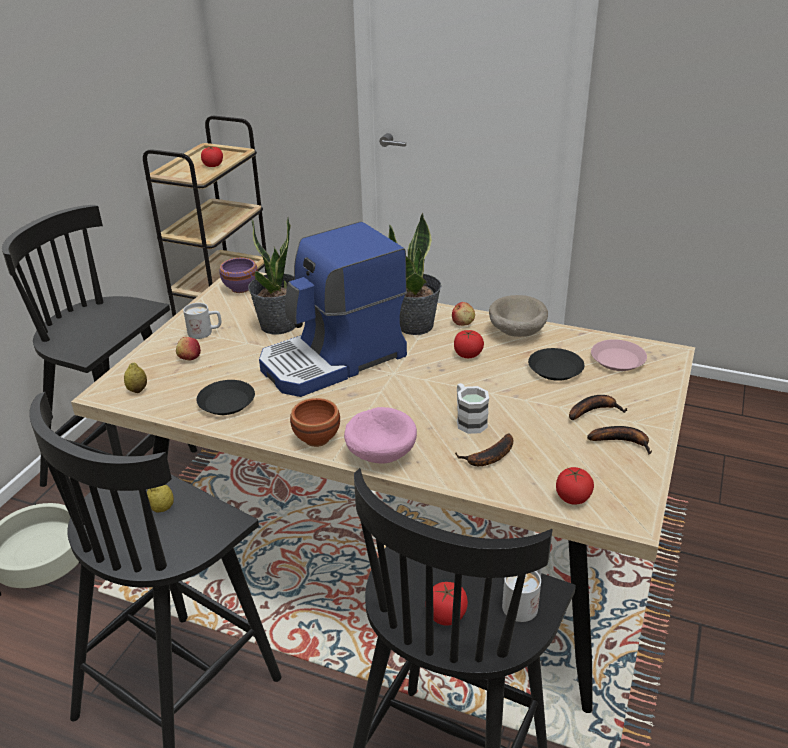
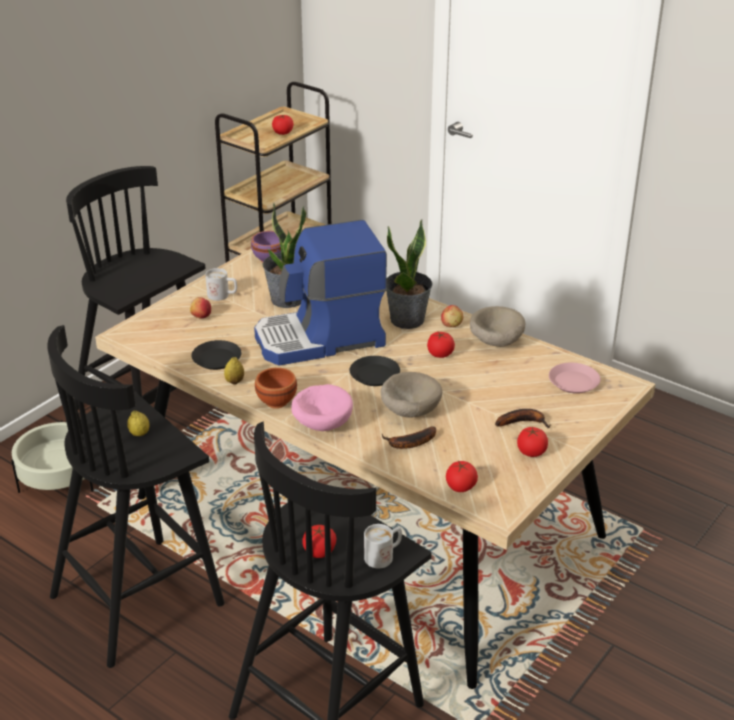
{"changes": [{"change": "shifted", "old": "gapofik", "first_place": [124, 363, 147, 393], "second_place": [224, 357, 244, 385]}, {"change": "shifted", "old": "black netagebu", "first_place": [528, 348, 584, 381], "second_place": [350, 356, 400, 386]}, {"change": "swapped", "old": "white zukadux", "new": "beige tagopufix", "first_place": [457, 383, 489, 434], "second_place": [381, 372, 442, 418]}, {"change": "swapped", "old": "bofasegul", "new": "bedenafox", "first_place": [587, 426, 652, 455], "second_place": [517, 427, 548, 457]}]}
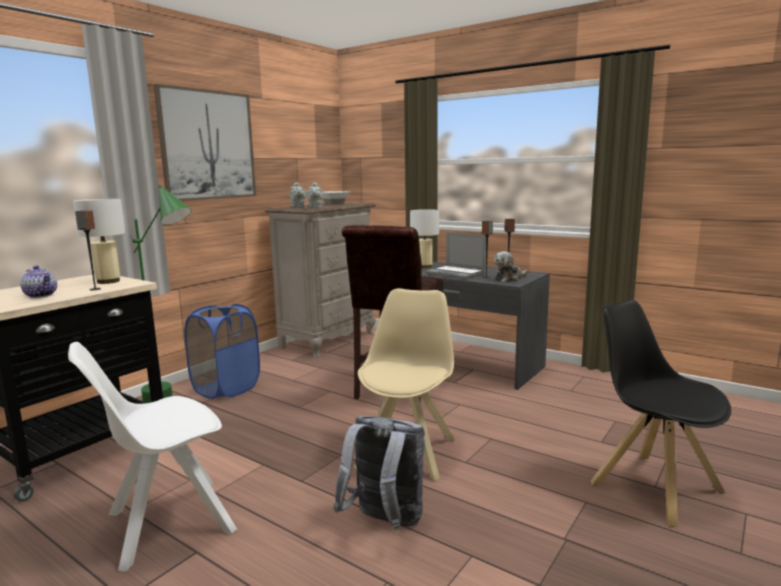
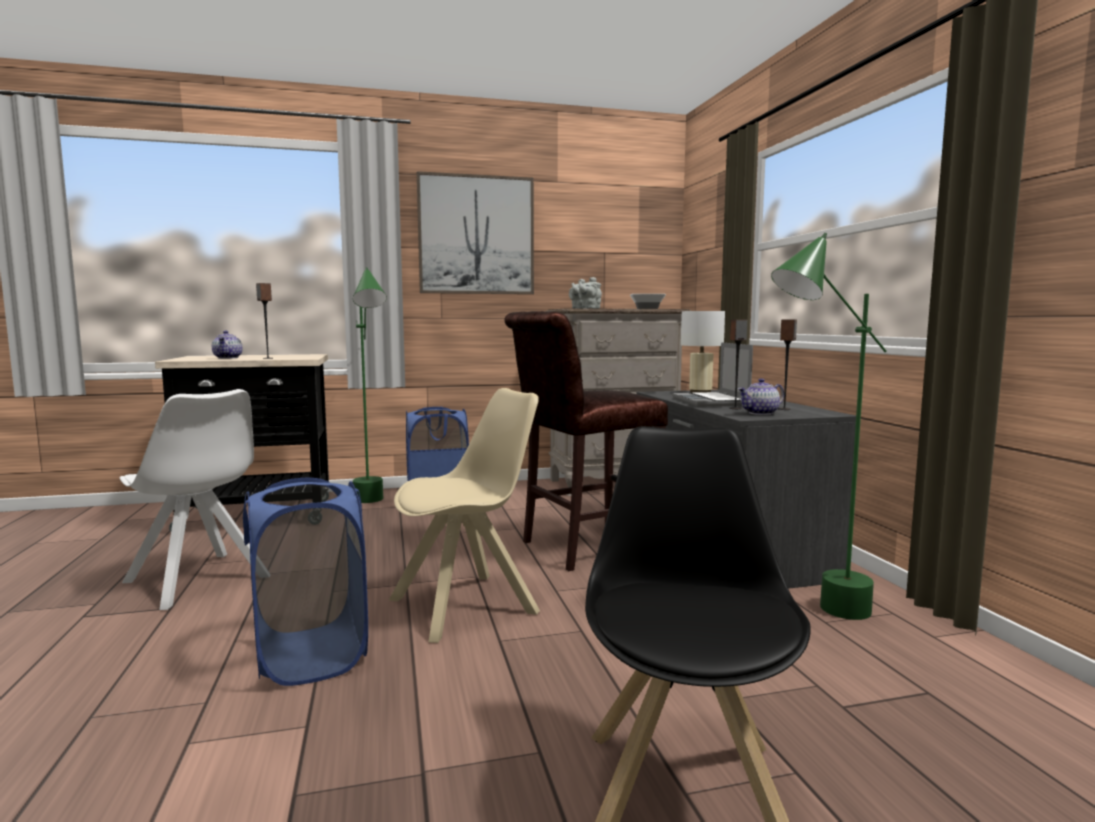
{"changes": [{"change": "gone", "old": "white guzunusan", "first_place": [73, 198, 125, 284]}, {"change": "new", "new": "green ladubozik", "second_place": [771, 233, 887, 620]}, {"change": "swapped", "old": "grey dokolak", "new": "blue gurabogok", "first_place": [333, 416, 425, 530], "second_place": [243, 478, 368, 686]}, {"change": "swapped", "old": "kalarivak", "new": "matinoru", "first_place": [494, 251, 528, 282], "second_place": [738, 379, 784, 415]}, {"change": "rotated", "old": "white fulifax", "first_place": [68, 342, 237, 572], "second_place": [119, 389, 254, 610], "degrees": -150}]}
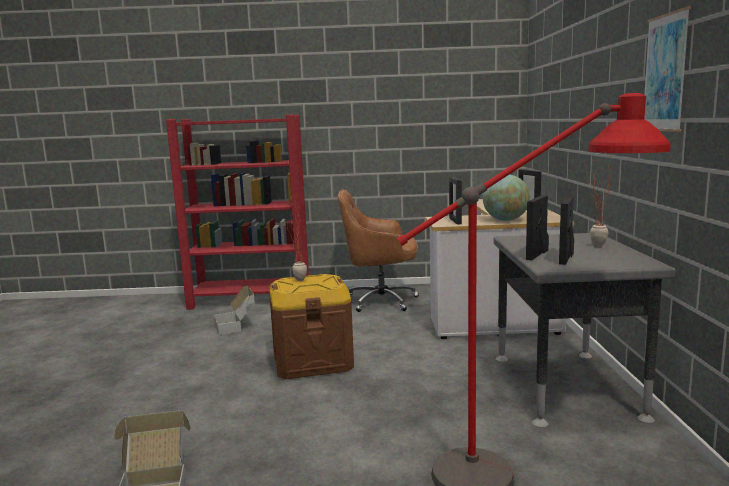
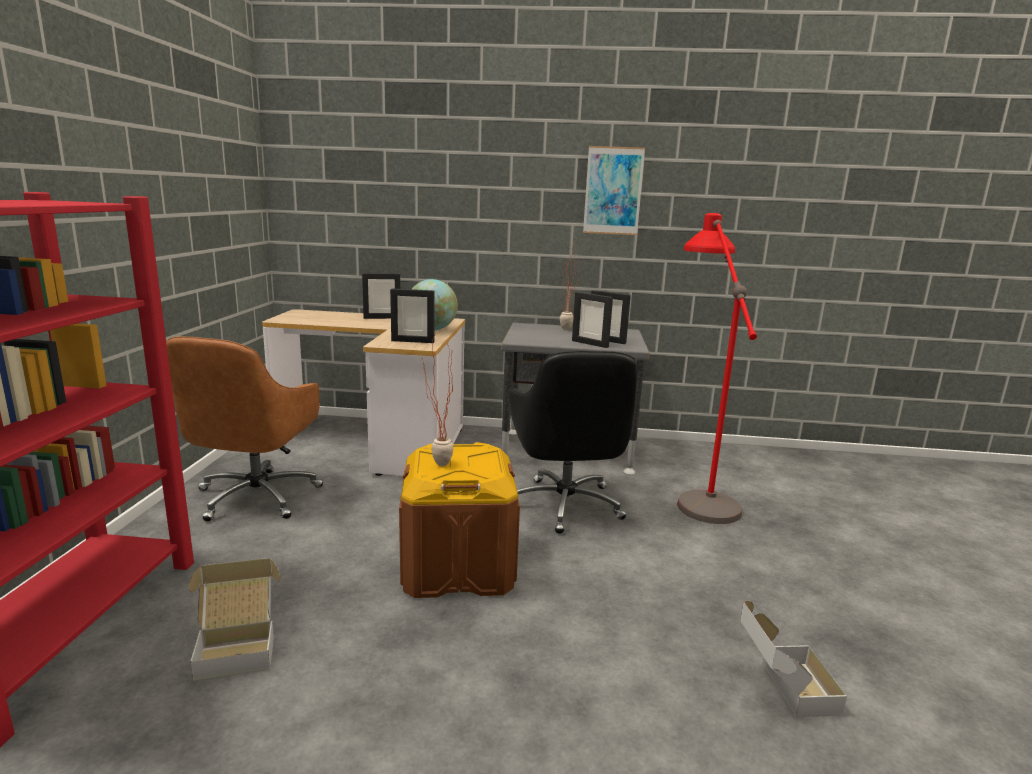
{"changes": [{"change": "new", "new": "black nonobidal", "second_place": [508, 351, 637, 534]}]}
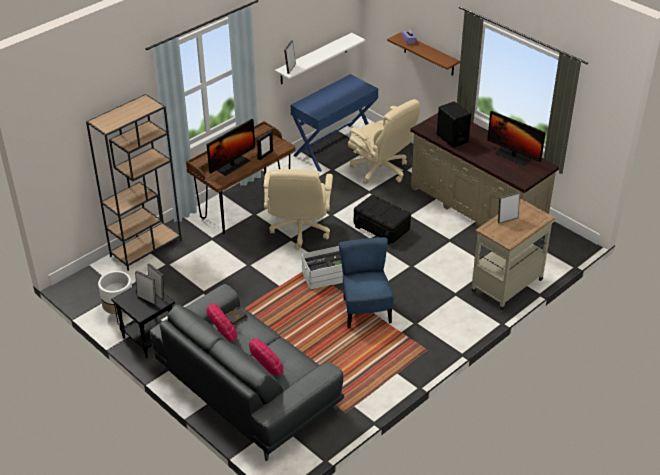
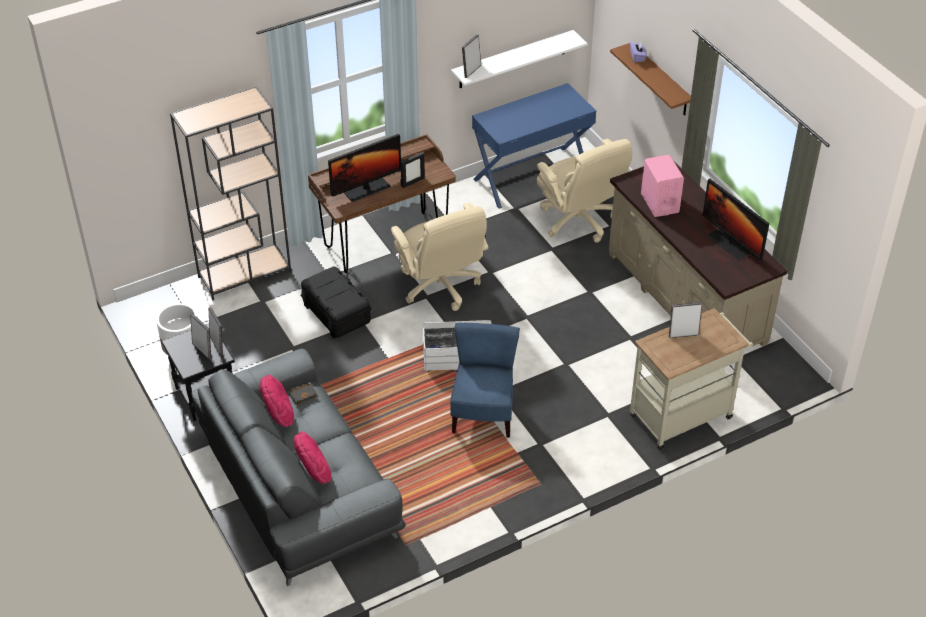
{"changes": [{"change": "shifted", "old": "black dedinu", "first_place": [354, 195, 411, 245], "second_place": [300, 267, 371, 339]}, {"change": "repainted", "old": "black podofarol", "new": "pink podofarol", "first_place": [437, 101, 471, 148], "second_place": [641, 155, 684, 217]}, {"change": "rotated", "old": "beige nonobidal", "first_place": [264, 169, 333, 250], "second_place": [391, 203, 488, 311], "degrees": -45}]}
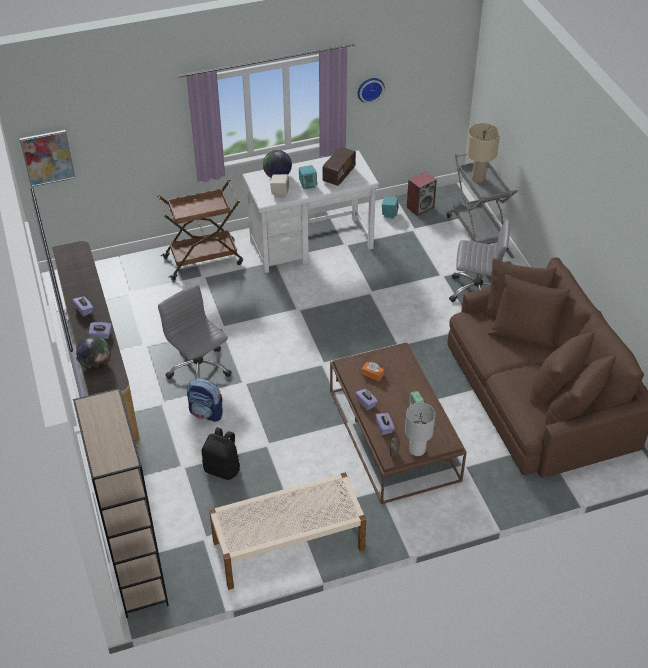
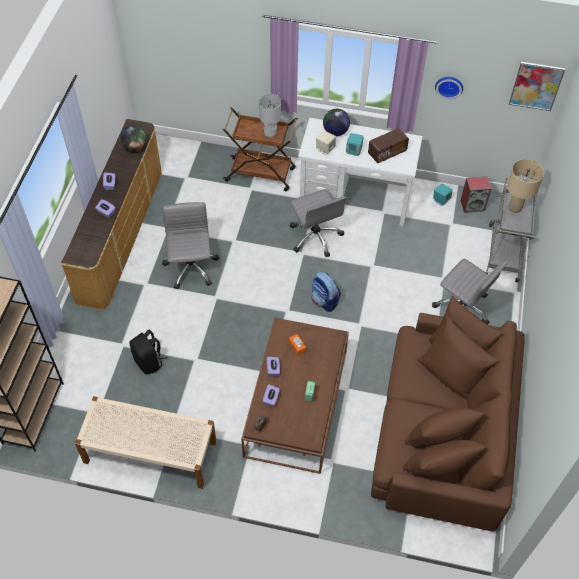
{"changes": [{"change": "new", "new": "grey nonobidal", "second_place": [290, 189, 346, 257]}, {"change": "shifted", "old": "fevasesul", "first_place": [20, 130, 75, 187], "second_place": [509, 62, 565, 111]}, {"change": "shifted", "old": "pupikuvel", "first_place": [76, 336, 111, 370], "second_place": [120, 125, 148, 153]}, {"change": "shifted", "old": "dokolak", "first_place": [187, 378, 223, 422], "second_place": [311, 271, 341, 312]}, {"change": "shifted", "old": "grey guzunusan", "first_place": [405, 402, 435, 456], "second_place": [259, 94, 281, 137]}]}
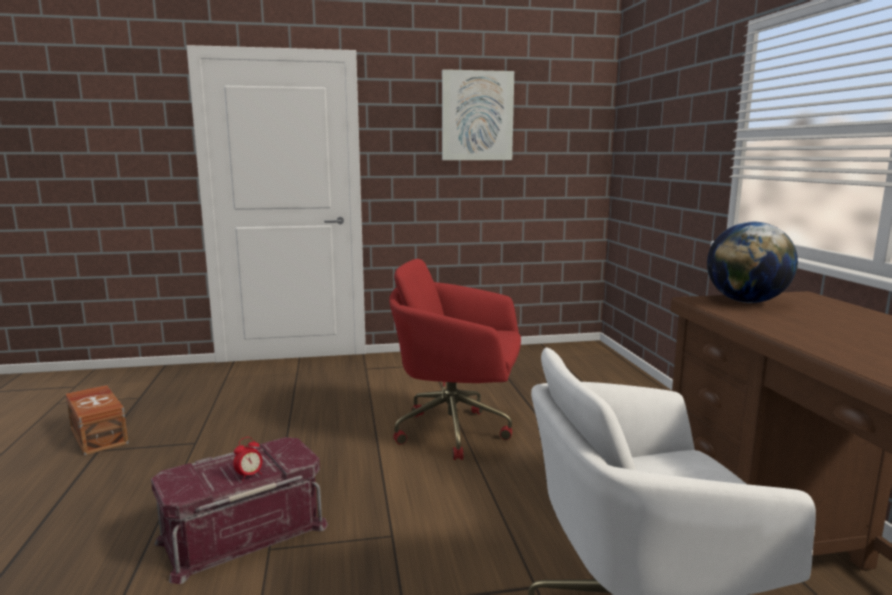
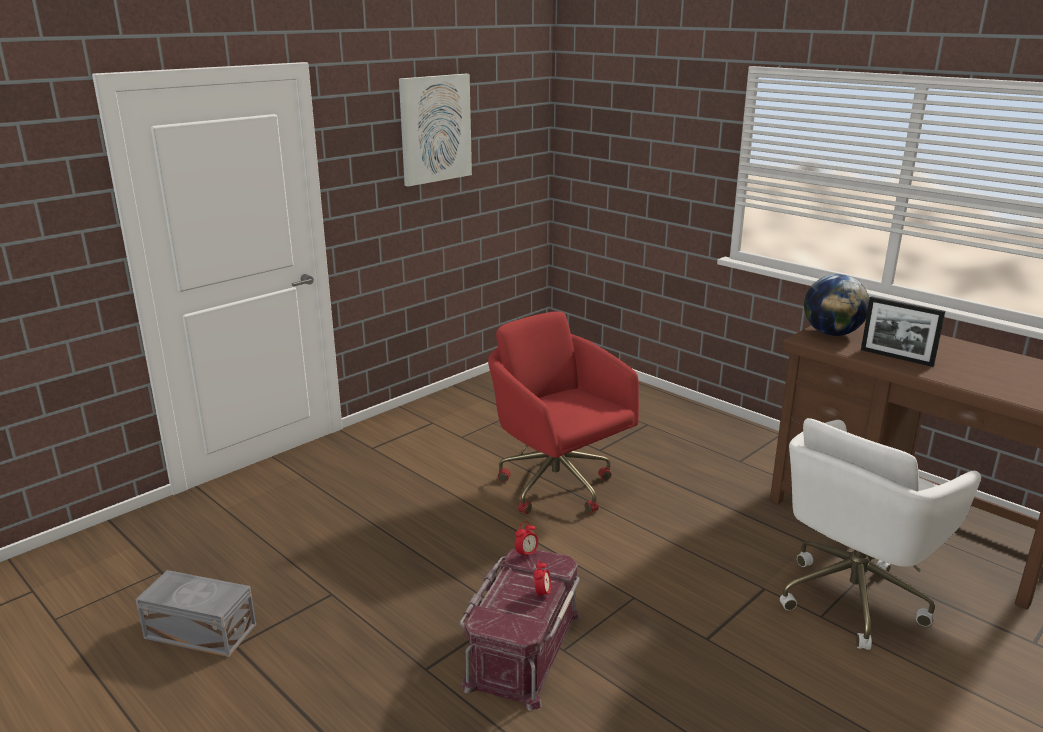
{"changes": [{"change": "new", "new": "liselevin", "second_place": [515, 521, 538, 560]}, {"change": "new", "new": "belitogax", "second_place": [861, 296, 945, 367]}, {"change": "repainted", "old": "brown dedinu", "new": "grey dedinu", "first_place": [65, 385, 129, 455], "second_place": [135, 570, 256, 657]}, {"change": "rotated", "old": "red nonobidal", "first_place": [389, 259, 521, 460], "second_place": [488, 311, 639, 514], "degrees": 75}]}
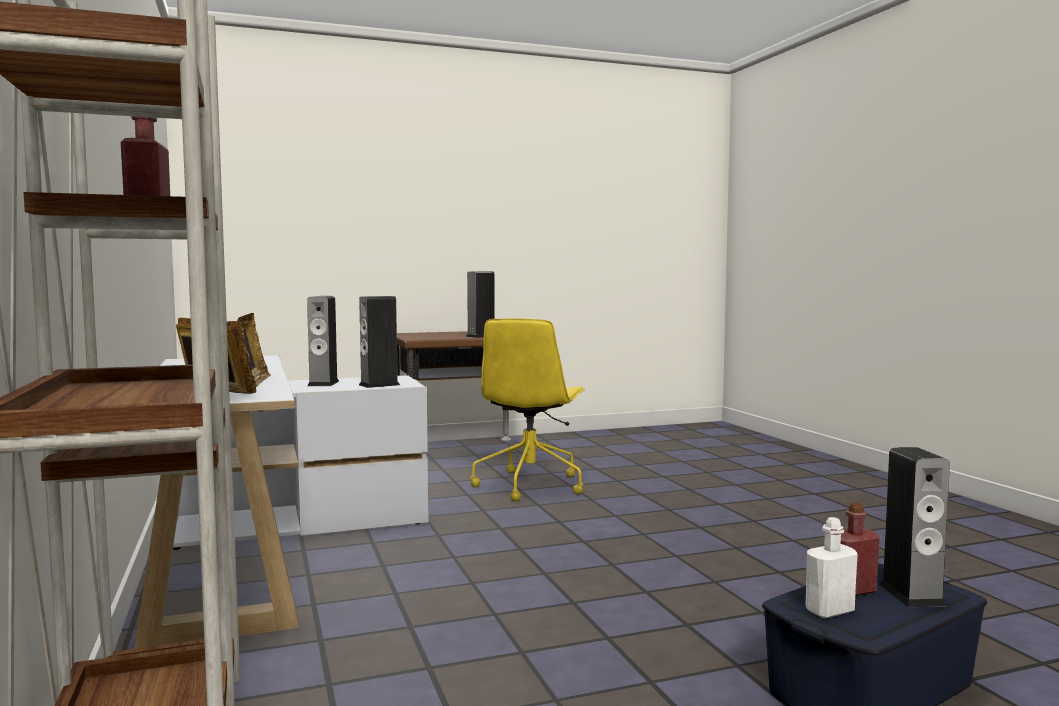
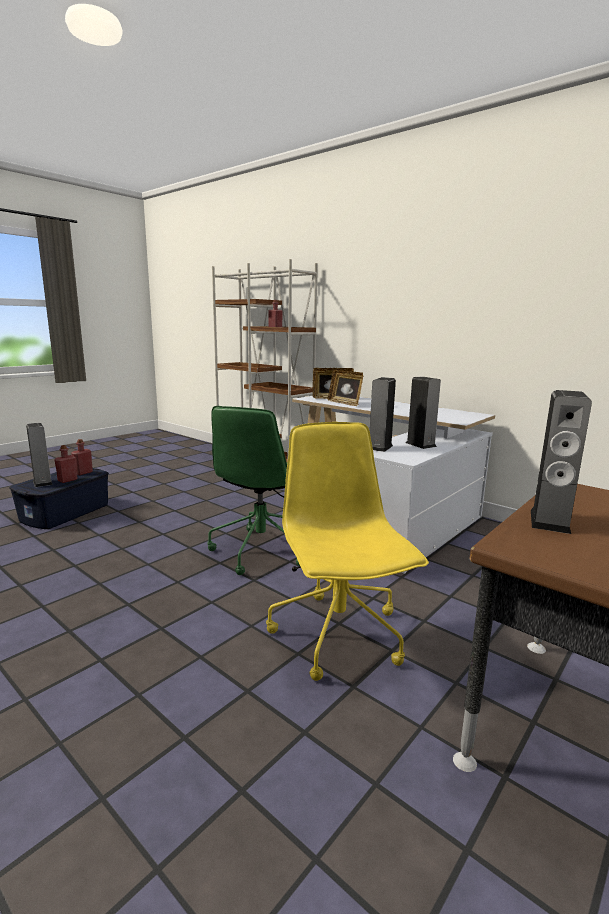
{"changes": [{"change": "new", "new": "green nonobidal", "second_place": [207, 406, 300, 575]}, {"change": "repainted", "old": "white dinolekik", "new": "red dinolekik", "first_place": [805, 517, 858, 619], "second_place": [71, 439, 93, 475]}]}
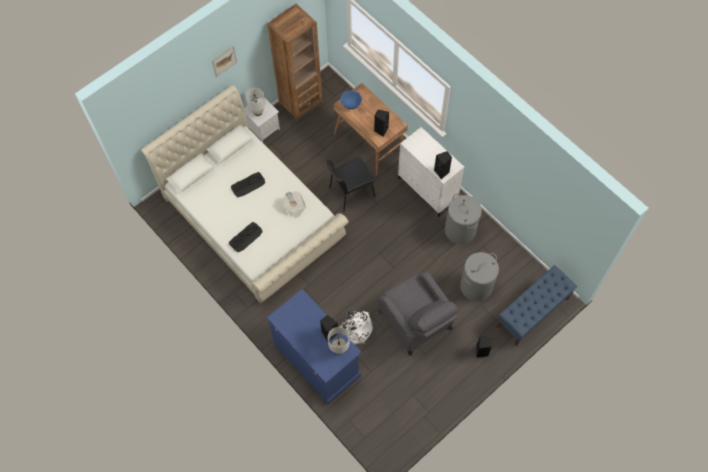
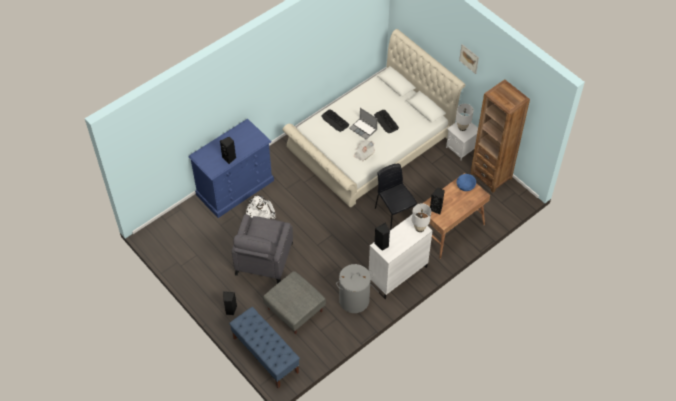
{"changes": [{"change": "new", "new": "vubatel", "second_place": [349, 108, 378, 140]}, {"change": "shifted", "old": "white guzunusan", "first_place": [328, 327, 350, 354], "second_place": [412, 203, 431, 232]}, {"change": "swapped", "old": "grey gurabogok", "new": "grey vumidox", "first_place": [460, 252, 499, 301], "second_place": [263, 271, 326, 334]}, {"change": "rotated", "old": "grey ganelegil", "first_place": [379, 272, 458, 356], "second_place": [232, 214, 293, 284], "degrees": -45}]}
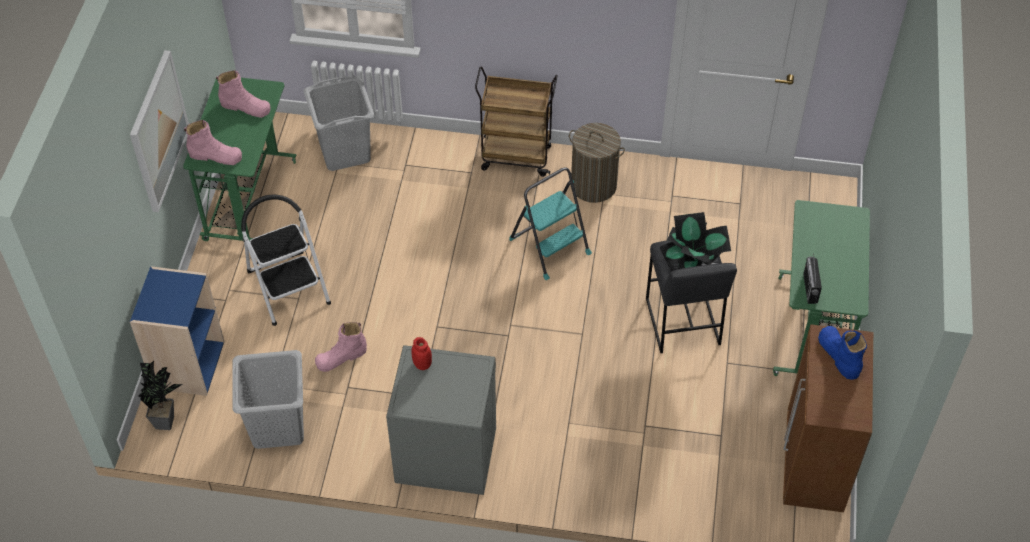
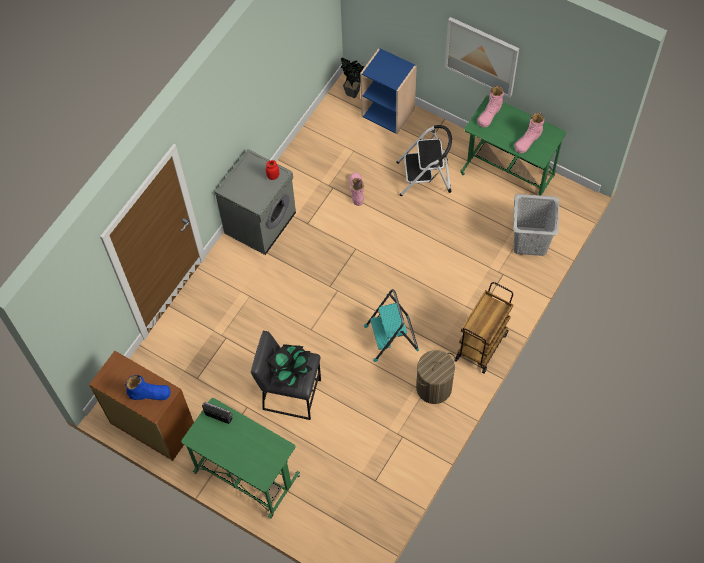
{"changes": [{"change": "gone", "old": "grey gurabogok", "first_place": [232, 350, 304, 449]}]}
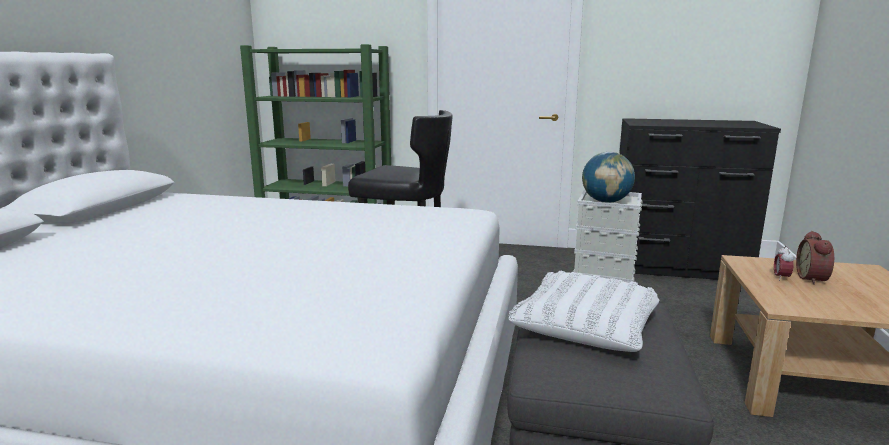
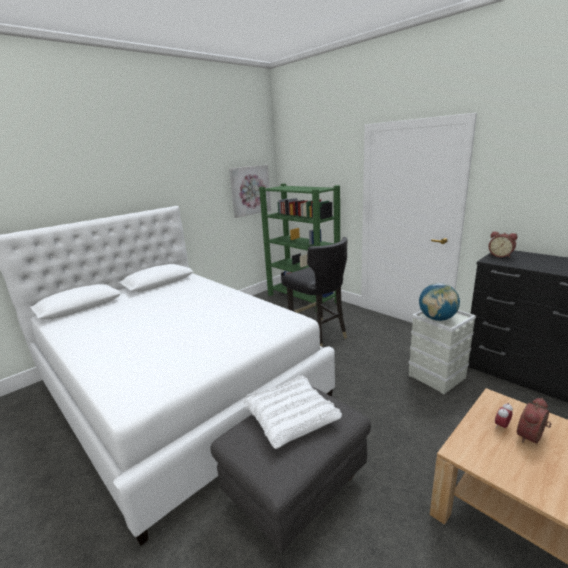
{"changes": [{"change": "new", "new": "fevasesul", "second_place": [229, 165, 271, 218]}, {"change": "new", "new": "liselevin", "second_place": [489, 231, 517, 258]}]}
